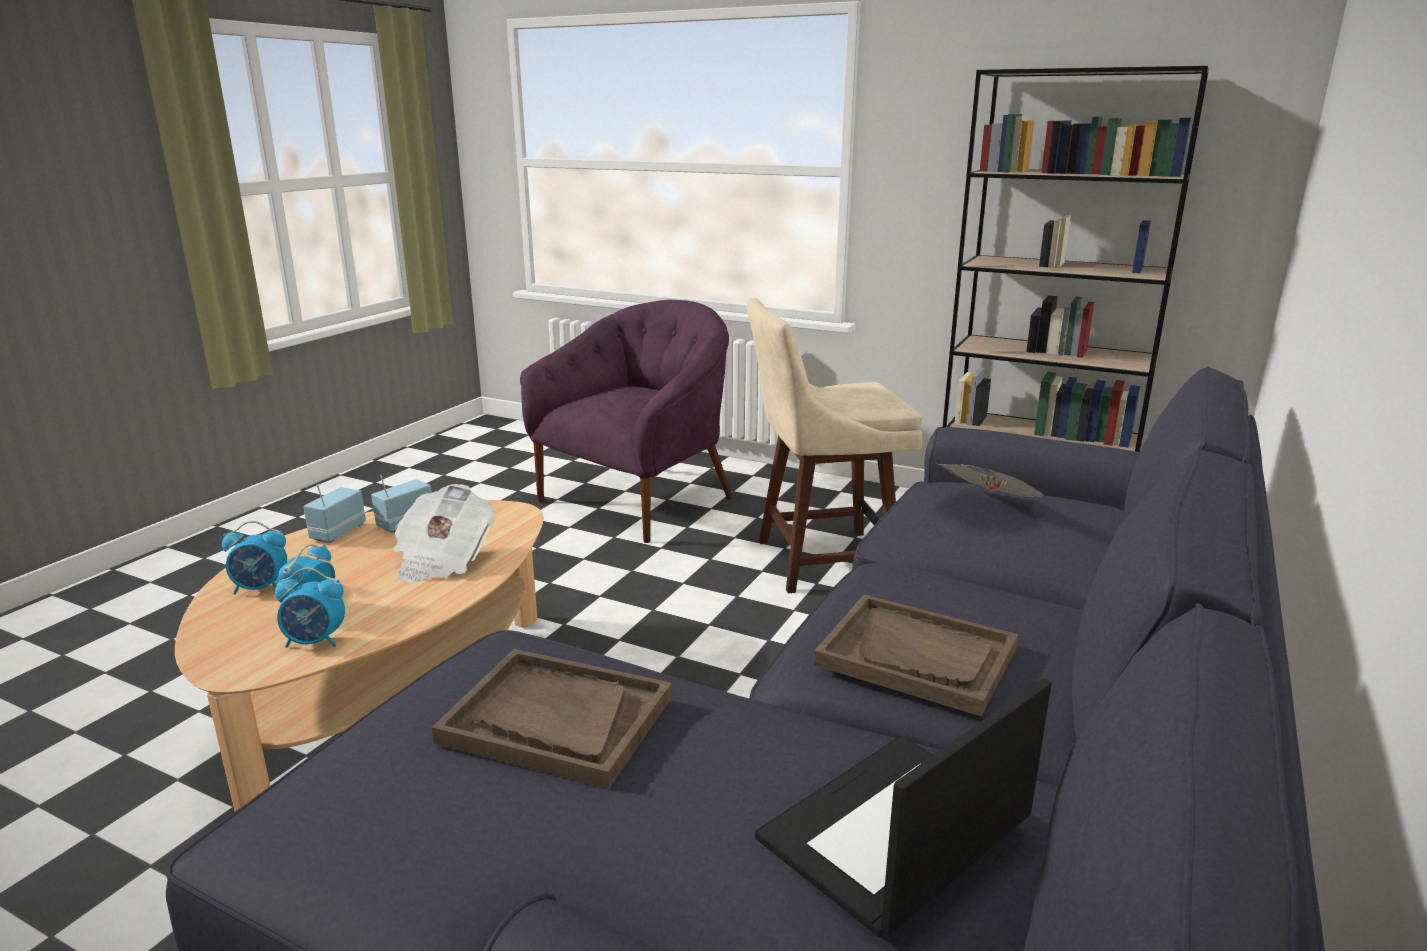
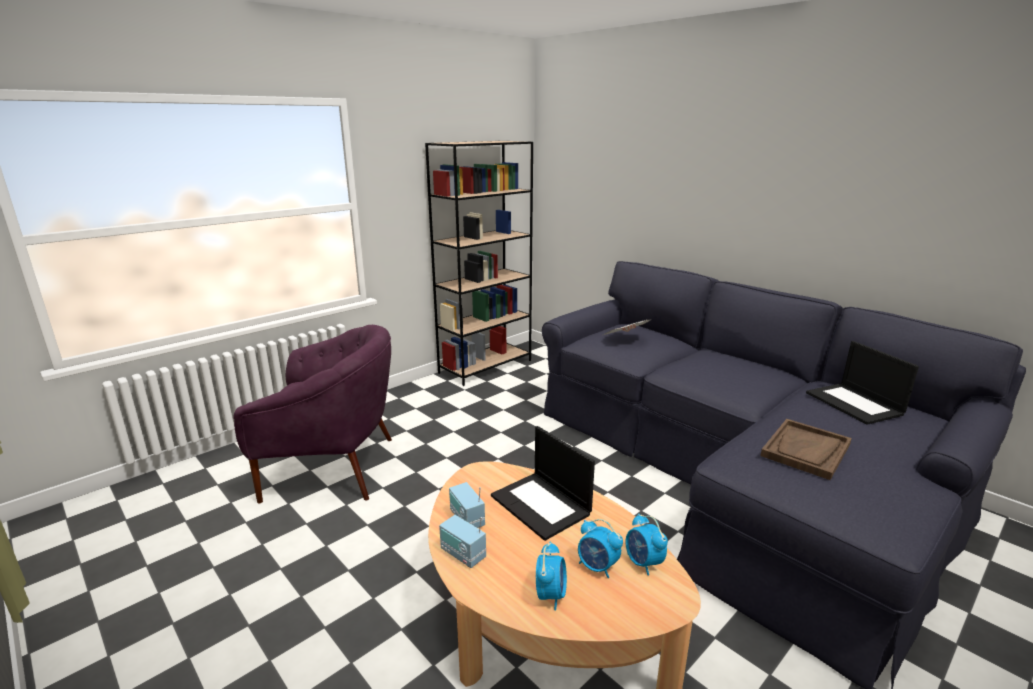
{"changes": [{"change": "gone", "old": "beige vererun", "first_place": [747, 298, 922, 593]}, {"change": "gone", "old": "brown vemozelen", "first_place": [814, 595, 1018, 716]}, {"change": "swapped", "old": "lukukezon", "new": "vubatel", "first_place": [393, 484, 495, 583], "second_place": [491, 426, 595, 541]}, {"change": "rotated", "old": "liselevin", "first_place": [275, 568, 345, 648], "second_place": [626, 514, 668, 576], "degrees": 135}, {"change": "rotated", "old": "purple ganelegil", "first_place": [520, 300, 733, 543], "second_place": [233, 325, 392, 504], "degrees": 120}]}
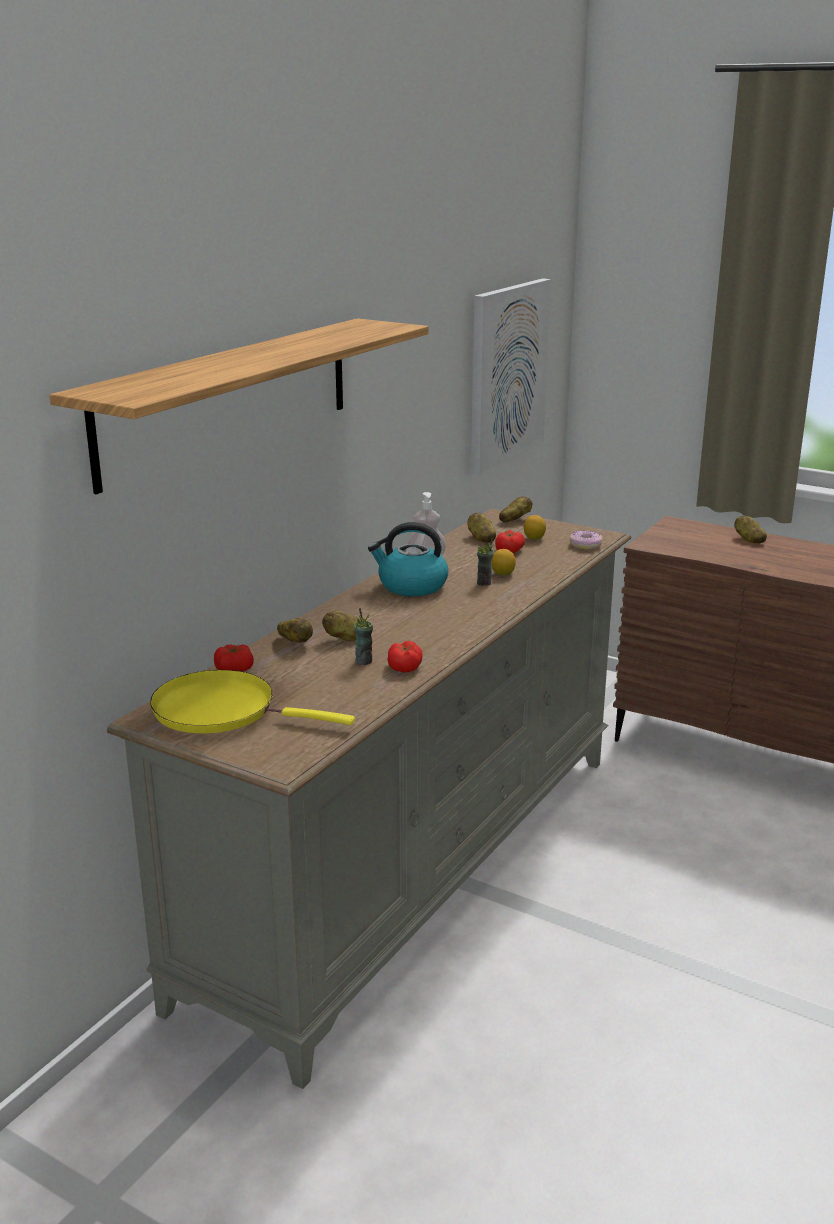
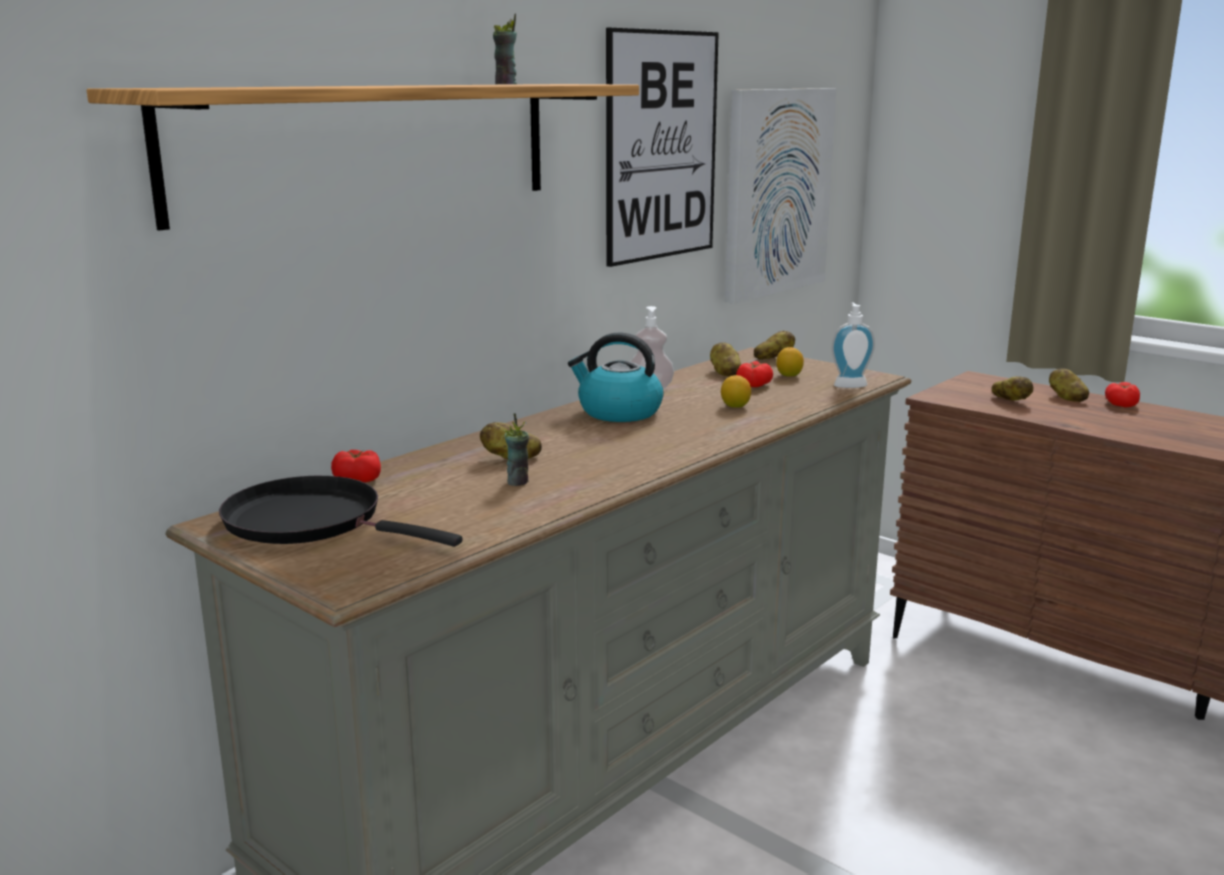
{"changes": [{"change": "new", "new": "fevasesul", "second_place": [606, 28, 719, 267]}, {"change": "shifted", "old": "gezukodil", "first_place": [277, 618, 313, 643], "second_place": [991, 376, 1033, 401]}, {"change": "shifted", "old": "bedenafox", "first_place": [387, 641, 423, 673], "second_place": [1105, 382, 1140, 407]}, {"change": "shifted", "old": "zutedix", "first_place": [477, 538, 494, 586], "second_place": [493, 13, 517, 84]}, {"change": "swapped", "old": "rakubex", "new": "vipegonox", "first_place": [569, 531, 603, 550], "second_place": [832, 302, 875, 388]}, {"change": "repainted", "old": "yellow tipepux", "new": "black tipepux", "first_place": [150, 670, 355, 733], "second_place": [219, 476, 462, 547]}]}
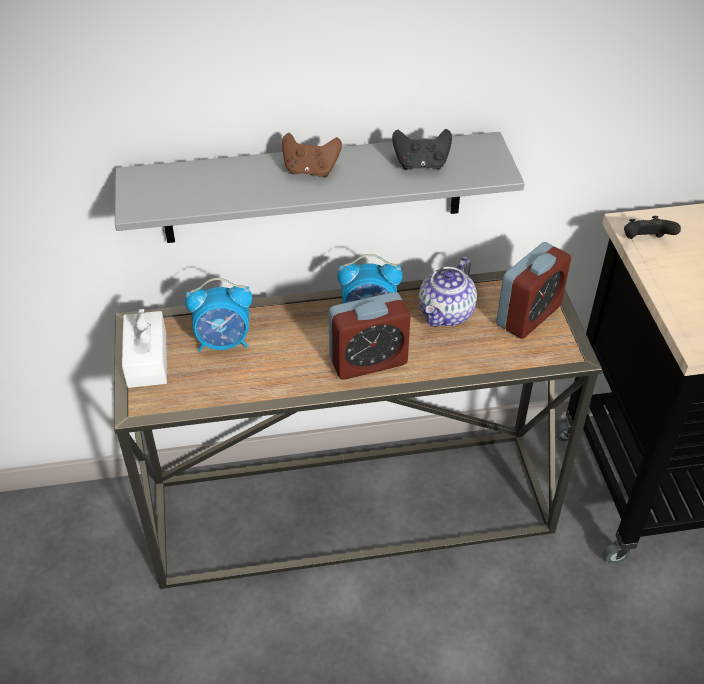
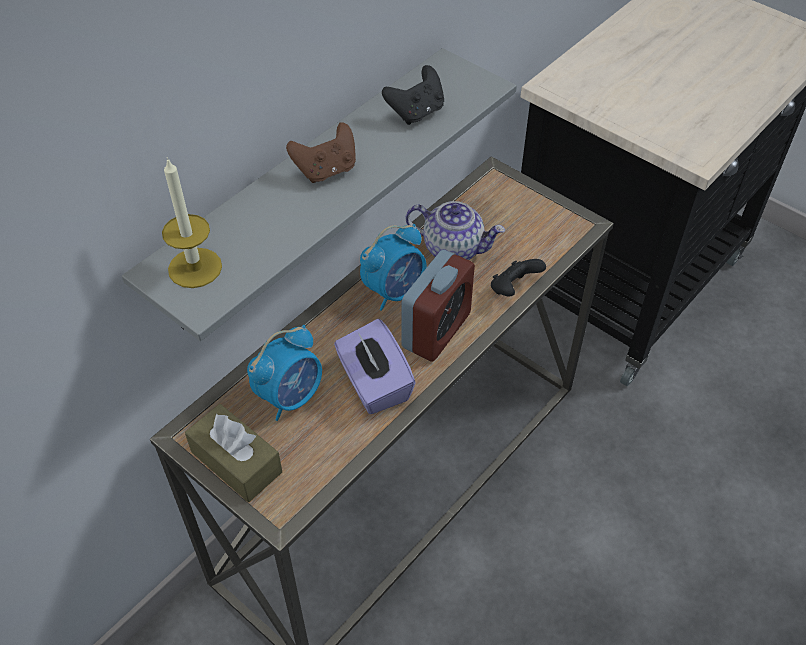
{"changes": [{"change": "gone", "old": "liselevin", "first_place": [496, 242, 571, 339]}, {"change": "new", "new": "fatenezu", "second_place": [162, 157, 222, 288]}, {"change": "new", "new": "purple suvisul", "second_place": [334, 319, 416, 414]}, {"change": "shifted", "old": "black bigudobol", "first_place": [624, 216, 681, 239], "second_place": [491, 259, 546, 297]}, {"change": "repainted", "old": "white suvisul", "new": "brown suvisul", "first_place": [122, 309, 167, 388], "second_place": [185, 404, 282, 502]}, {"change": "rotated", "old": "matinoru", "first_place": [419, 257, 477, 327], "second_place": [405, 201, 505, 260], "degrees": -60}]}
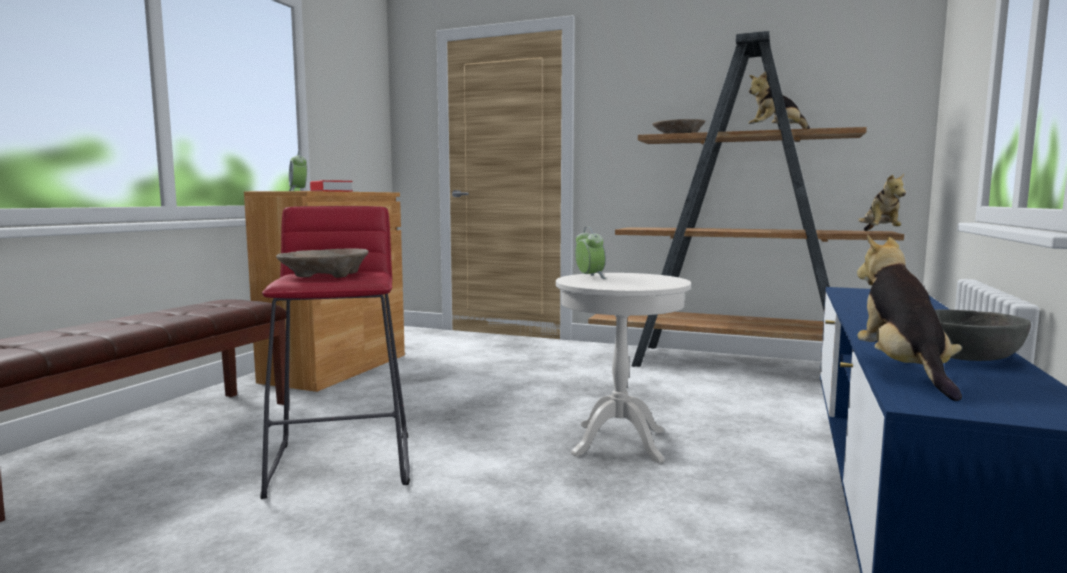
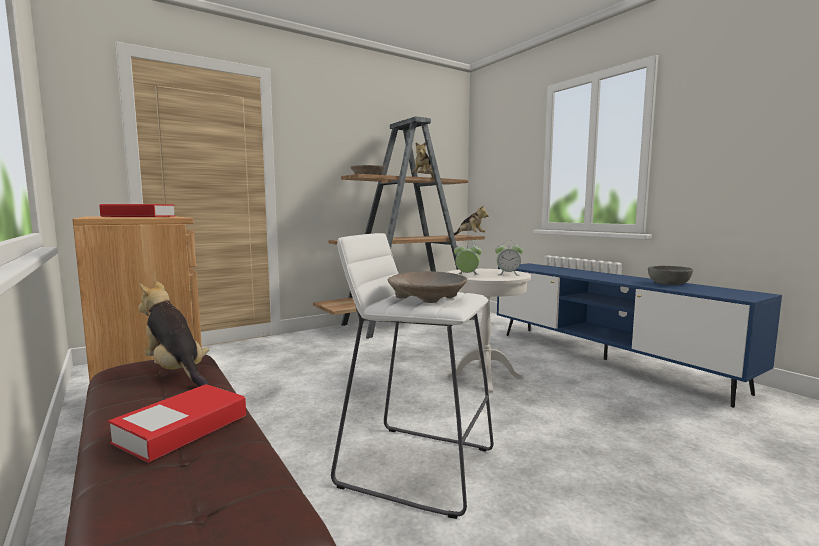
{"changes": [{"change": "new", "new": "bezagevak", "second_place": [108, 384, 246, 463]}, {"change": "shifted", "old": "liselevin", "first_place": [289, 151, 307, 191], "second_place": [495, 244, 523, 276]}, {"change": "shifted", "old": "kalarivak", "first_place": [857, 234, 962, 401], "second_place": [138, 281, 209, 386]}, {"change": "repainted", "old": "red vererun", "new": "white vererun", "first_place": [261, 206, 410, 499], "second_place": [331, 233, 494, 519]}]}
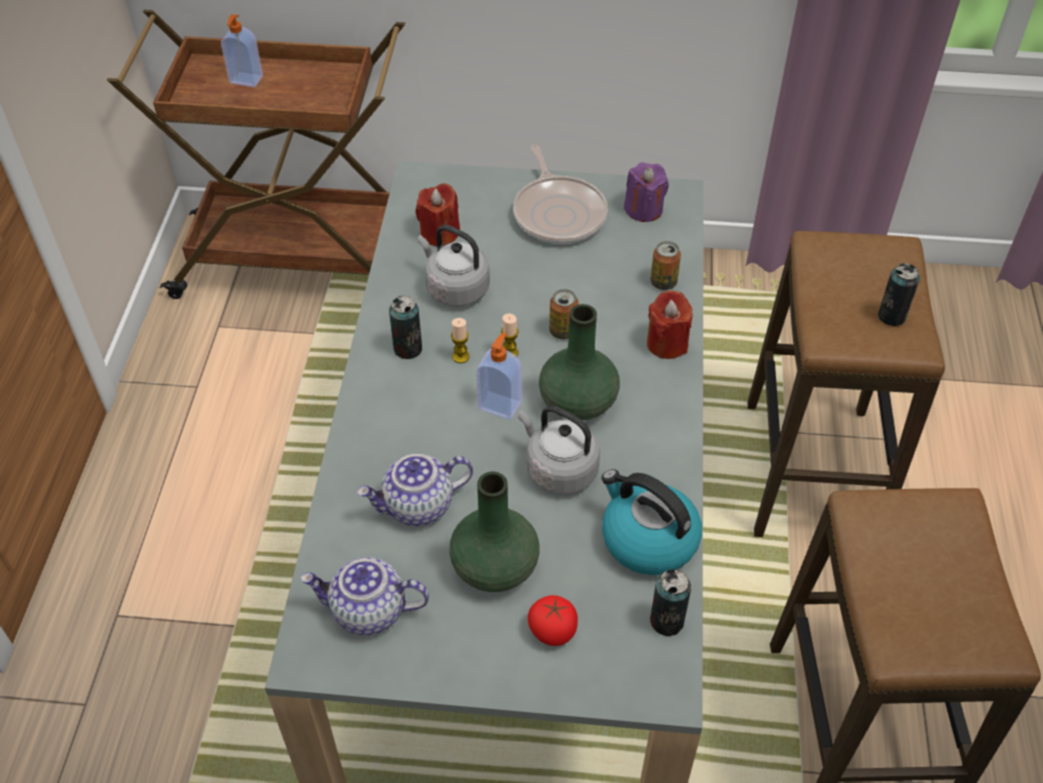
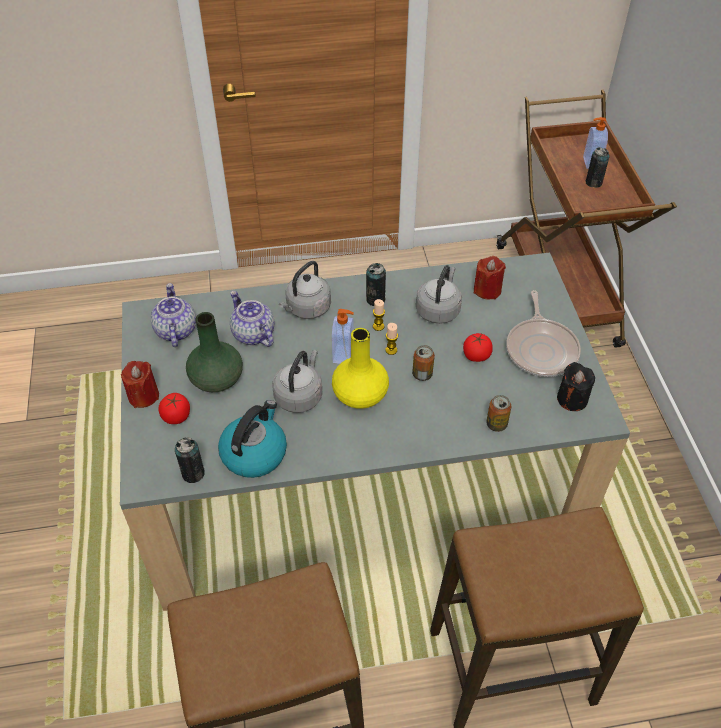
{"changes": [{"change": "new", "new": "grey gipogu", "second_place": [279, 261, 331, 319]}, {"change": "new", "new": "bedenafox", "second_place": [463, 333, 493, 362]}, {"change": "shifted", "old": "red fatenezu", "first_place": [647, 290, 692, 359], "second_place": [121, 361, 159, 408]}, {"change": "shifted", "old": "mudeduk", "first_place": [878, 263, 920, 326], "second_place": [586, 147, 610, 188]}, {"change": "repainted", "old": "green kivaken", "new": "yellow kivaken", "first_place": [539, 304, 620, 420], "second_place": [332, 328, 389, 409]}, {"change": "repainted", "old": "purple fatenezu", "new": "black fatenezu", "first_place": [624, 162, 669, 222], "second_place": [557, 362, 595, 411]}, {"change": "rotated", "old": "tipepux", "first_place": [513, 145, 608, 244], "second_place": [506, 290, 581, 377], "degrees": -60}]}
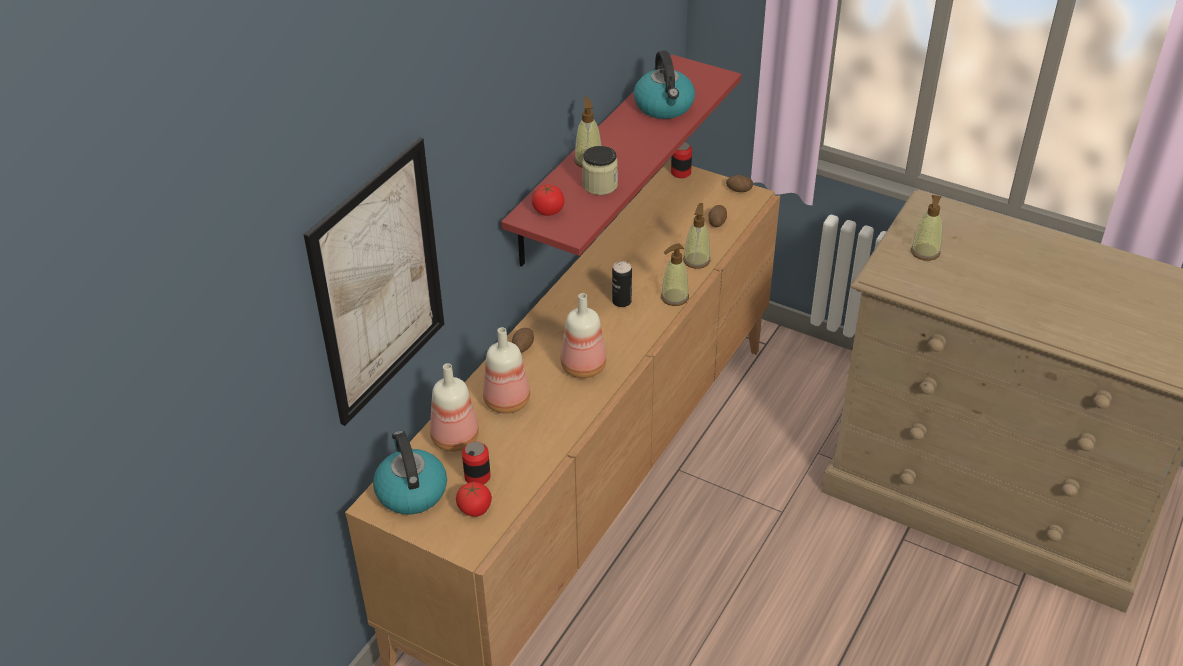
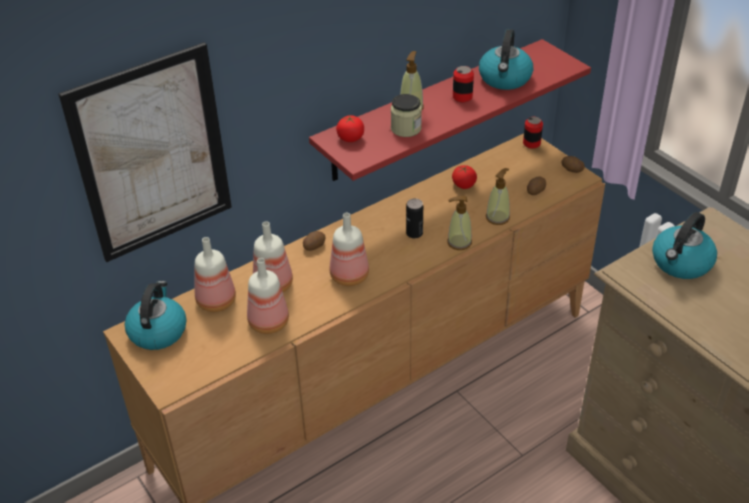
{"changes": [{"change": "new", "new": "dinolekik", "second_place": [247, 258, 289, 334]}, {"change": "shifted", "old": "bedenafox", "first_place": [456, 482, 492, 517], "second_place": [452, 165, 477, 189]}, {"change": "shifted", "old": "mudeduk", "first_place": [462, 441, 491, 485], "second_place": [453, 66, 474, 102]}, {"change": "swapped", "old": "vipegonox", "new": "gipogu", "first_place": [911, 195, 942, 261], "second_place": [652, 212, 717, 279]}]}
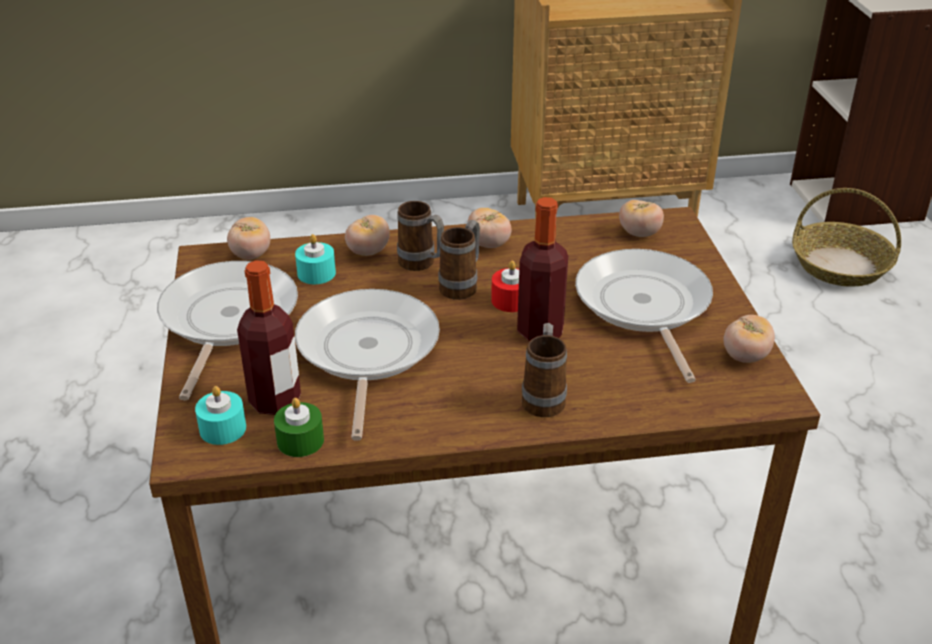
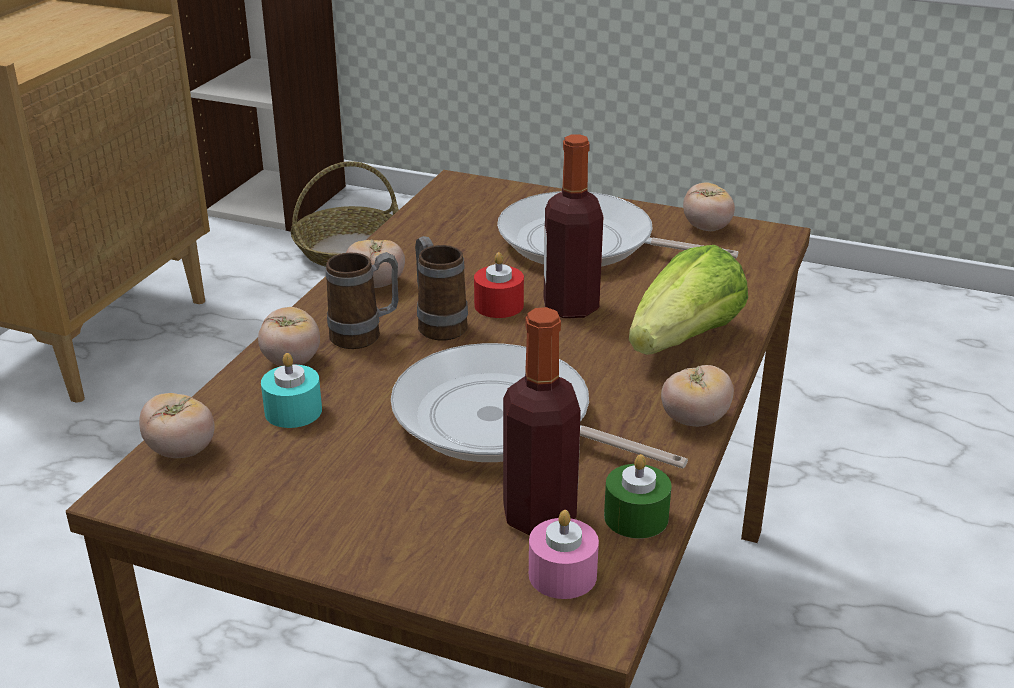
{"changes": [{"change": "gone", "old": "tipepux", "first_place": [157, 261, 298, 400]}, {"change": "shifted", "old": "bedenafox", "first_place": [619, 200, 664, 237], "second_place": [661, 365, 734, 427]}, {"change": "swapped", "old": "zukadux", "new": "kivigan", "first_place": [522, 323, 567, 417], "second_place": [629, 245, 748, 355]}, {"change": "repainted", "old": "turquoise fatenezu", "new": "pink fatenezu", "first_place": [195, 386, 246, 445], "second_place": [529, 510, 599, 599]}]}
